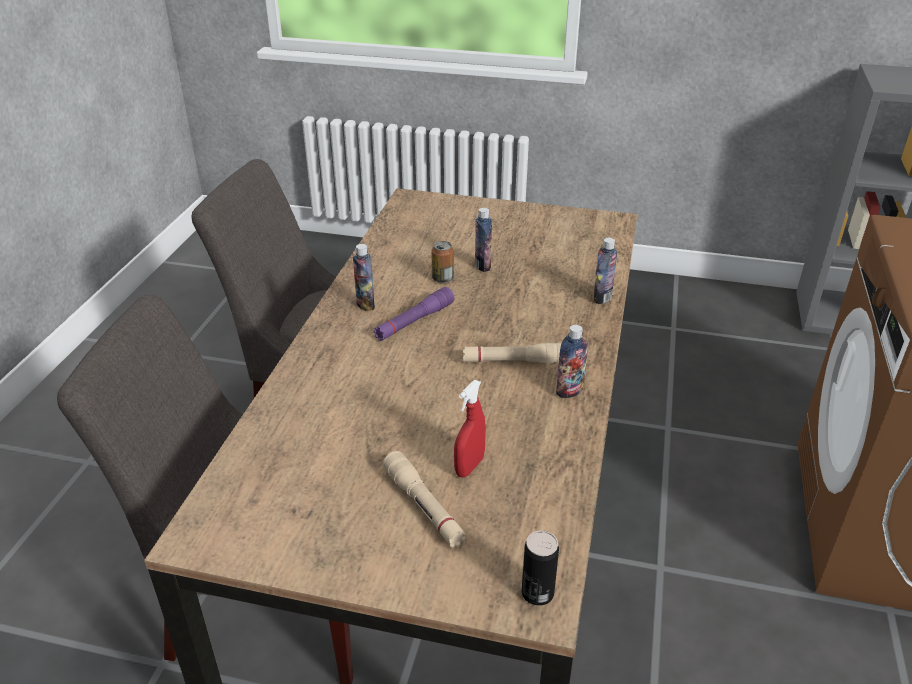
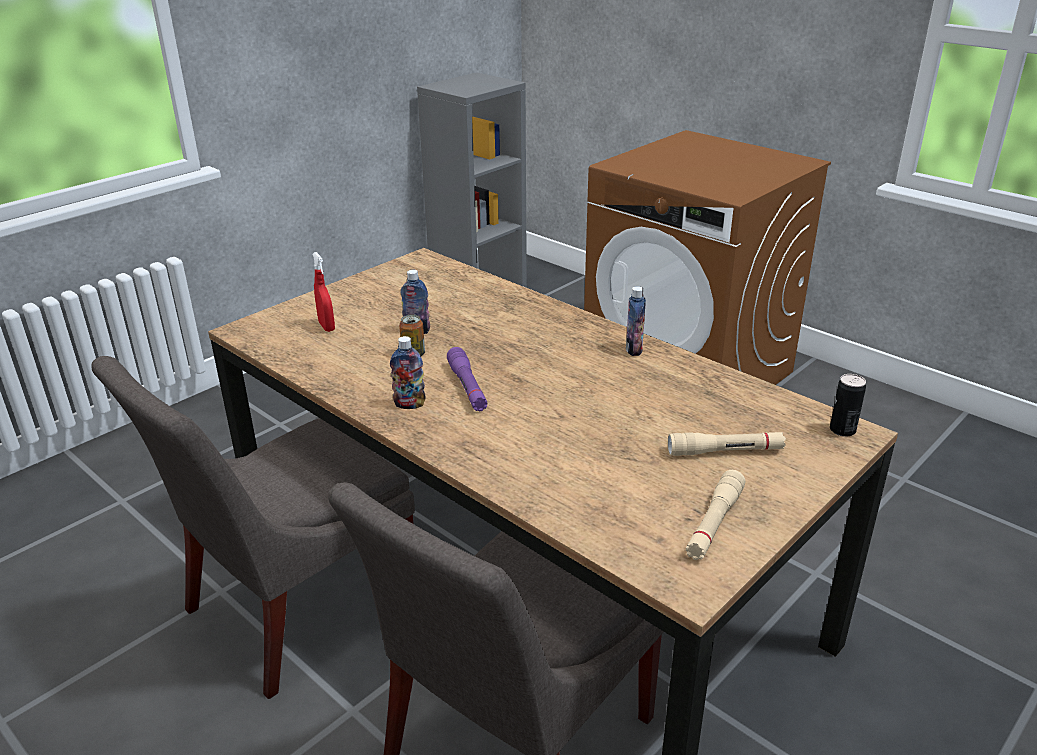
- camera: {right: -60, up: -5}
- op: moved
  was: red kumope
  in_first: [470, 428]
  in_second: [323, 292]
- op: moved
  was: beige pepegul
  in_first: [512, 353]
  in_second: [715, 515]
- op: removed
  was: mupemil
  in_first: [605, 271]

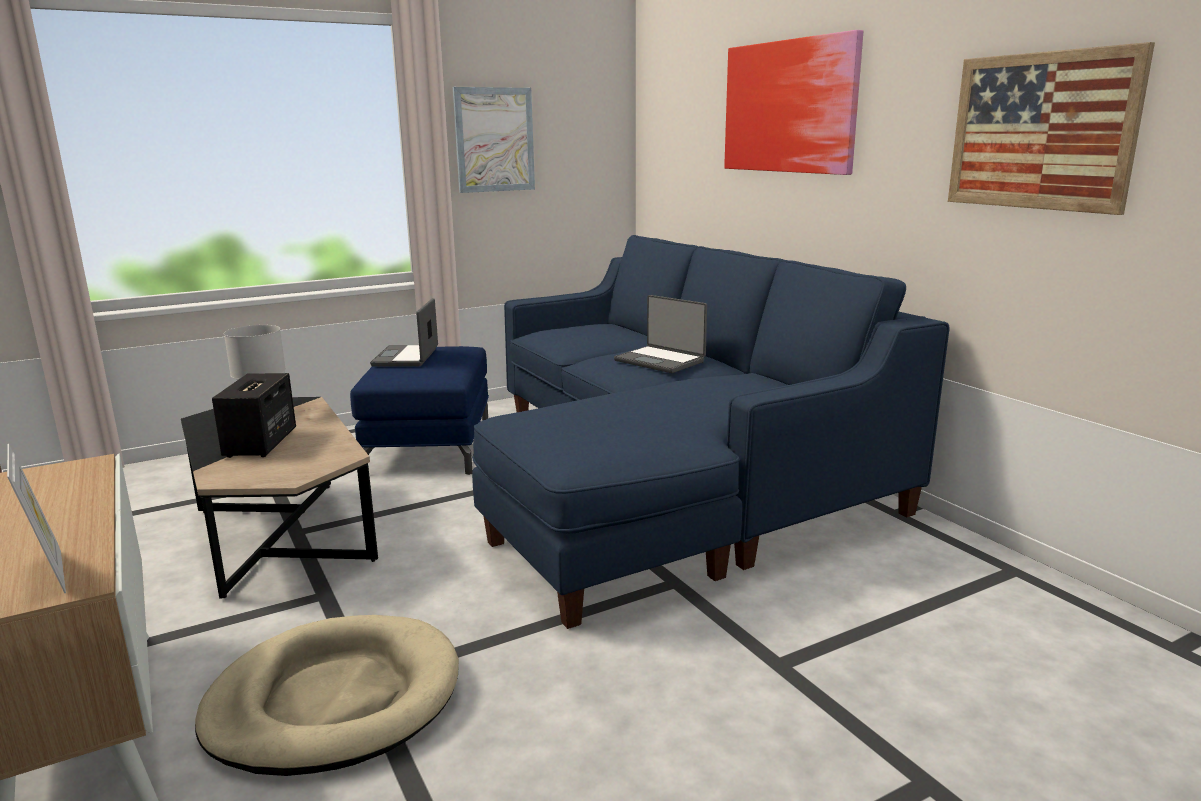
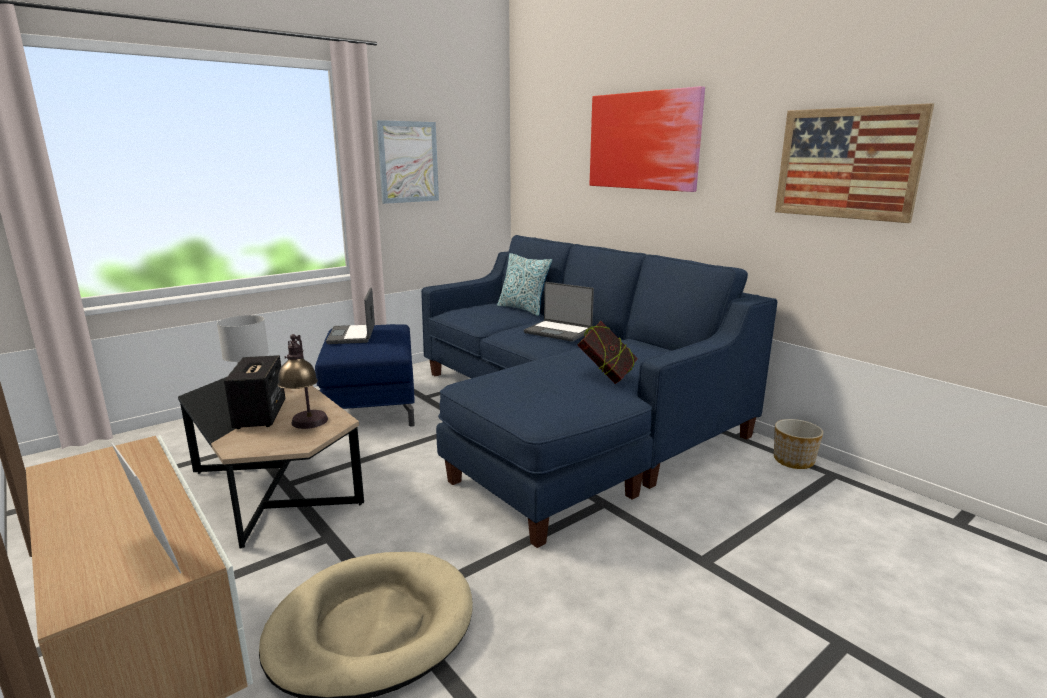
- camera: {right: -10, up: 0}
- op: added
  now: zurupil
  in_second: [302, 381]
- op: added
  now: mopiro
  in_second: [524, 284]
- op: added
  now: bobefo
  in_second: [607, 352]
- op: added
  now: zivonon
  in_second: [798, 444]

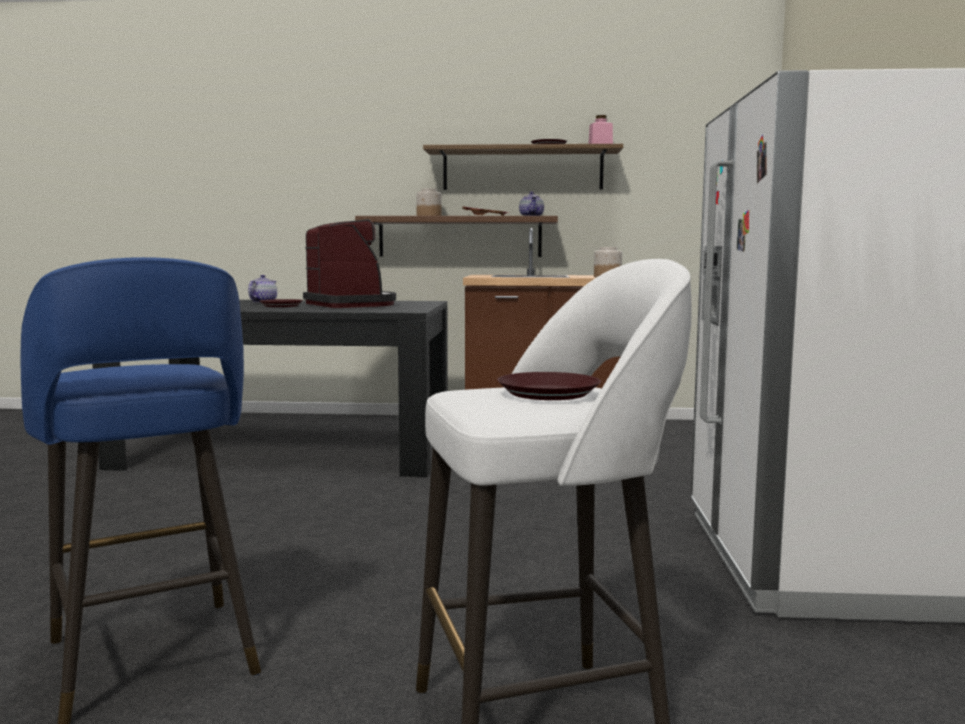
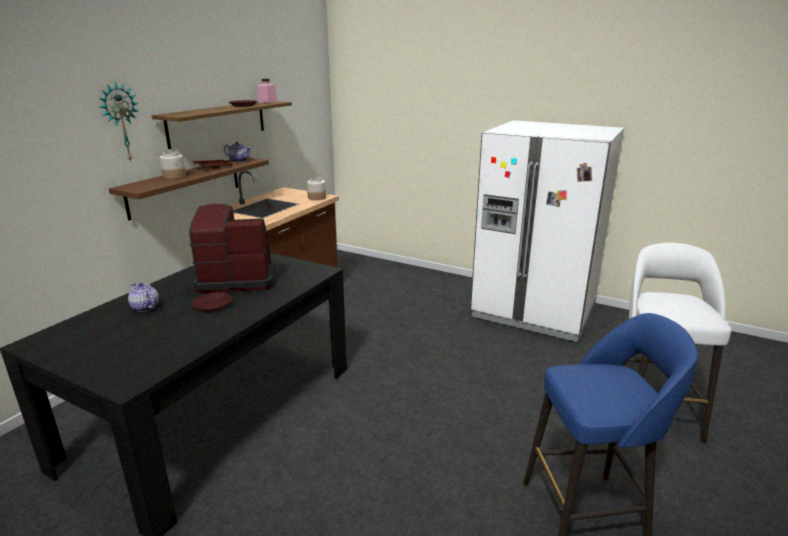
- camera: {right: -65, up: 15}
- op: added
  now: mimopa
  in_second: [119, 122]
- op: removed
  was: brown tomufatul
  in_first: [549, 386]

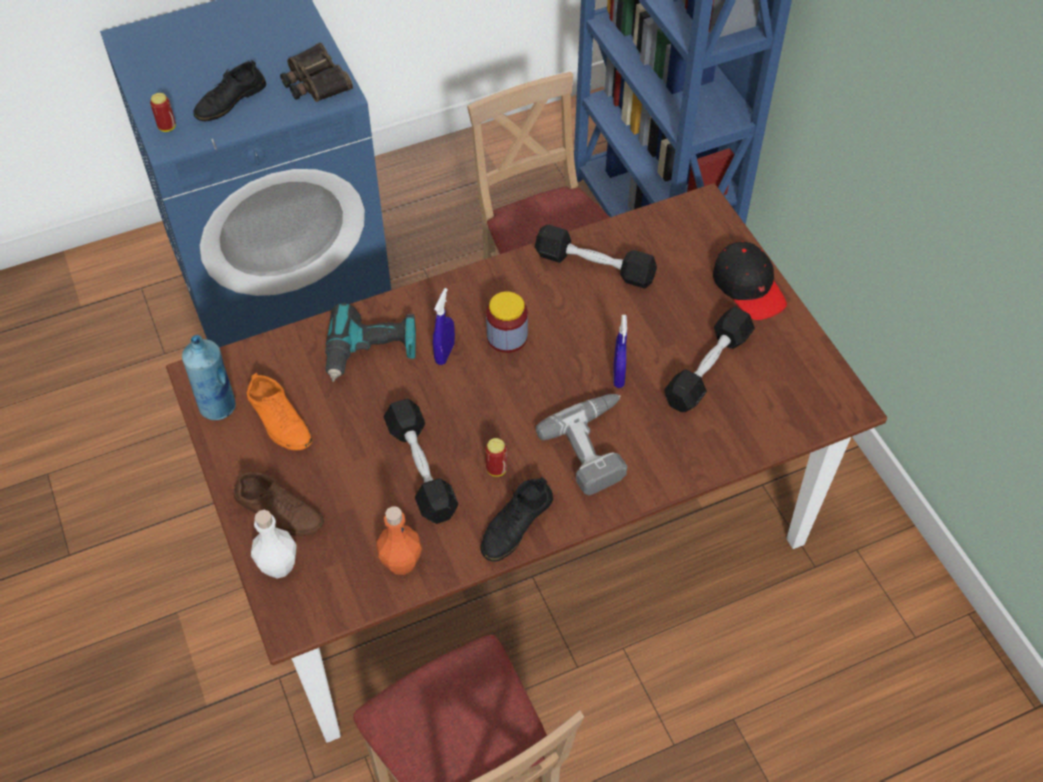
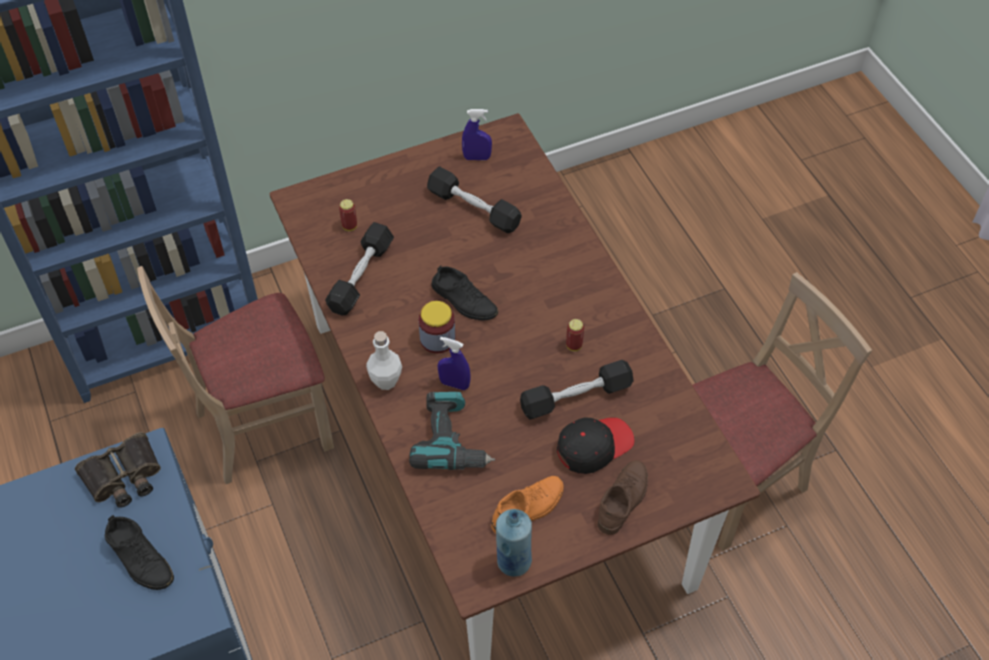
- camera: {right: -90, up: 0}
- op: moved
  was: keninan
  in_first: [163, 112]
  in_second: [348, 215]
- op: moved
  was: white mupemil
  in_first: [274, 544]
  in_second: [384, 360]
- op: moved
  was: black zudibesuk
  in_first: [516, 519]
  in_second: [465, 293]
- op: moved
  was: blue kumope
  in_first: [620, 351]
  in_second: [477, 134]
- op: moved
  was: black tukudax
  in_first: [750, 280]
  in_second: [595, 445]
- op: removed
  was: orange mupemil
  in_first: [399, 540]
- op: removed
  was: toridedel
  in_first: [581, 444]

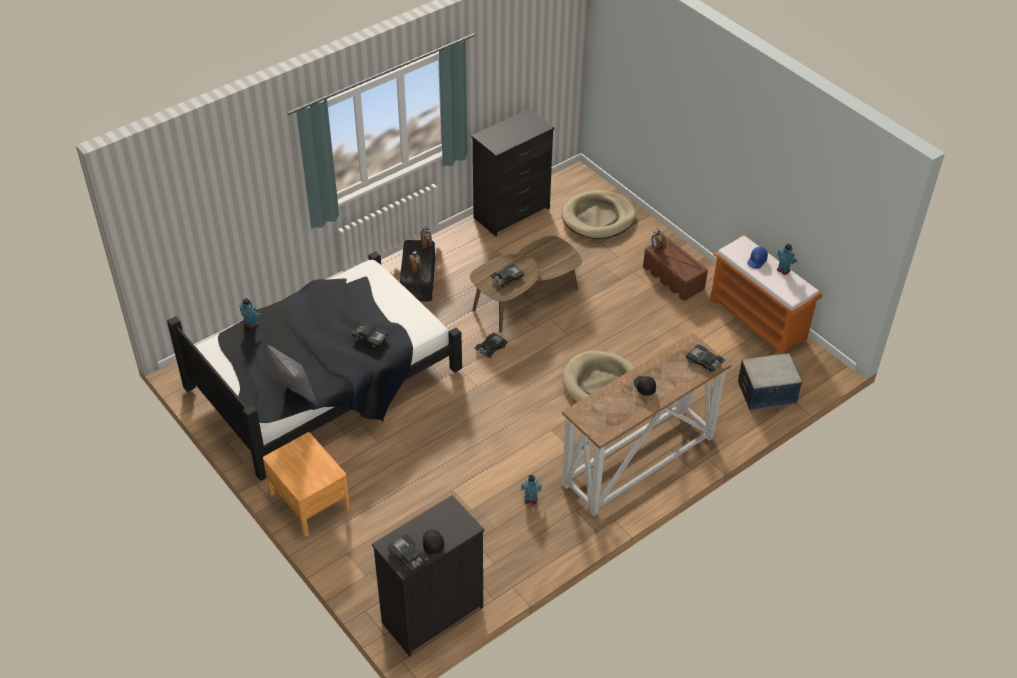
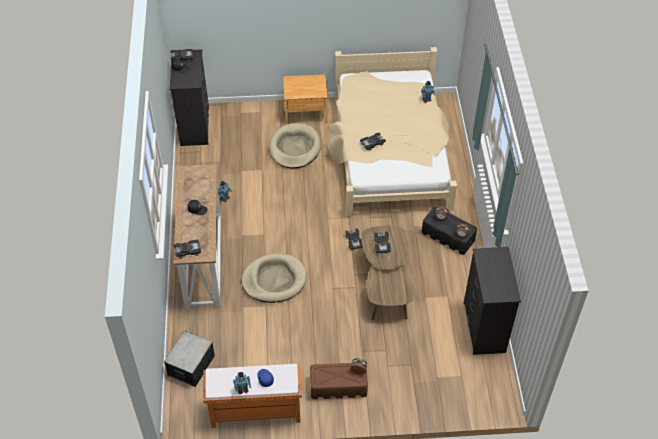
- camera: {right: 125, up: 5}
- op: moved
  was: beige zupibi
  in_first: [598, 214]
  in_second: [295, 146]
- op: recoloured
  was: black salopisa
  now: beige salopisa
  in_first: [314, 366]
  in_second: [392, 131]
- op: removed
  was: grey mopiro
  in_first: [292, 374]

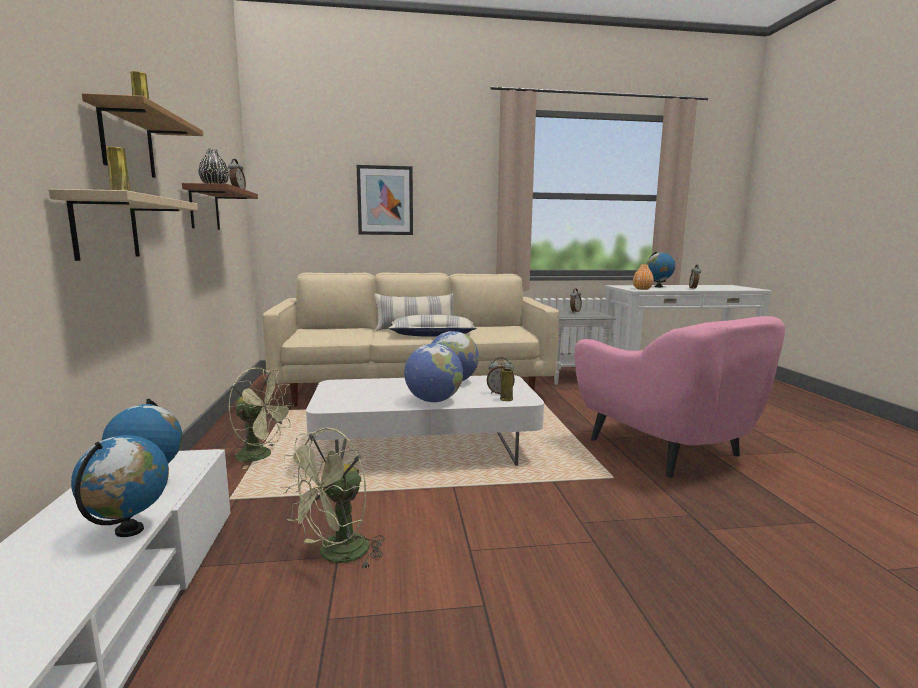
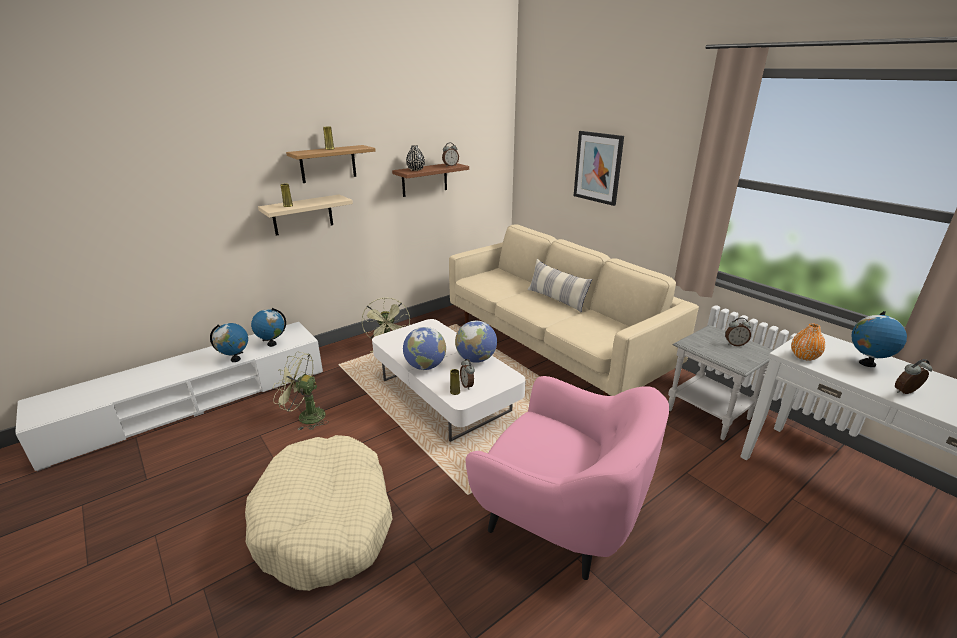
- camera: {right: 60, up: 15}
- op: added
  now: beige zupibi
  in_second: [319, 513]
- op: turned
  was: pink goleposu
  in_first: [679, 397]
  in_second: [567, 478]
  clockwise: -90
- op: removed
  was: mopiro
  in_first: [432, 325]

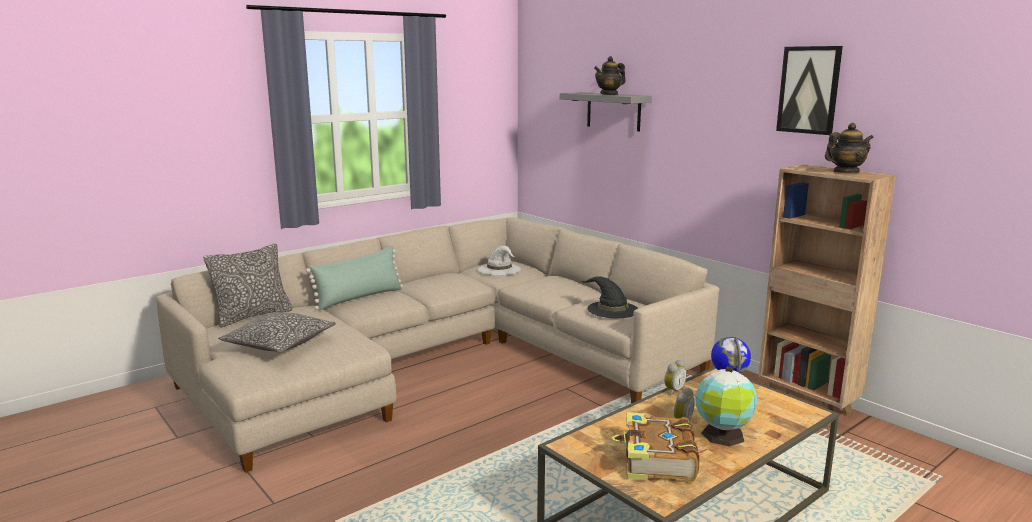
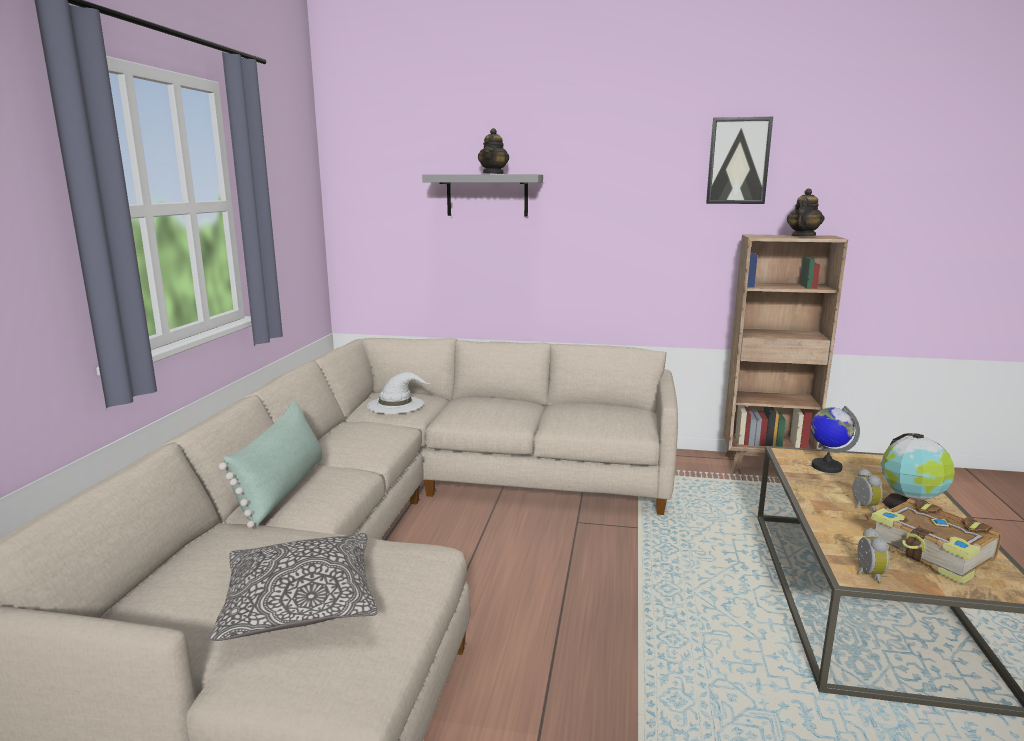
- camera: {right: -40, up: 0}
- op: moved
  was: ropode
  in_first: [675, 378]
  in_second: [872, 556]
- op: removed
  was: mopiro
  in_first: [248, 286]
- op: removed
  was: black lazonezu
  in_first: [609, 297]

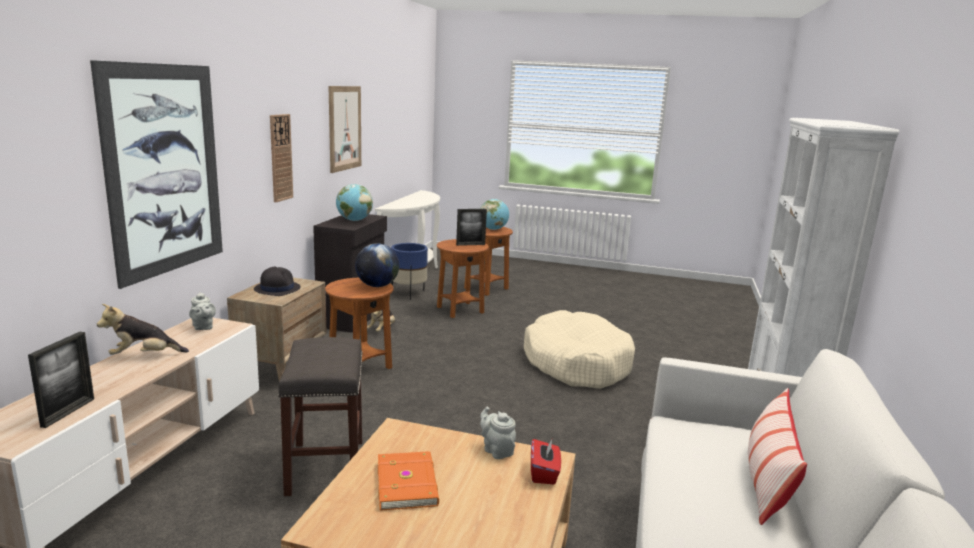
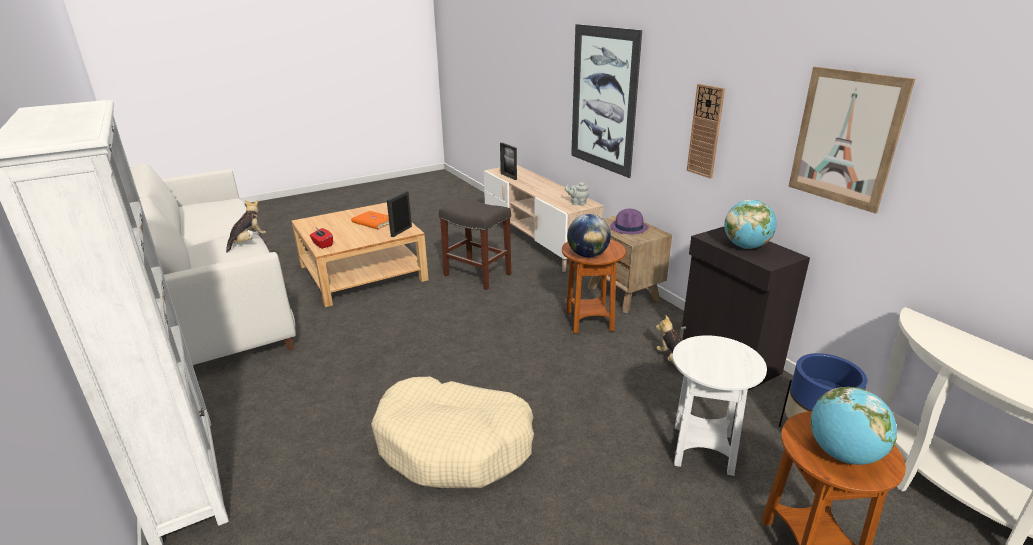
- camera: {right: 135, up: 10}
- op: moved
  was: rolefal
  in_first: [143, 329]
  in_second: [246, 226]
- op: moved
  was: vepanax
  in_first: [471, 227]
  in_second: [399, 214]
- op: recoloured
  was: black lazonezu
  now: purple lazonezu
  in_first: [277, 281]
  in_second: [629, 221]
- op: recoloured
  was: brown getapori
  now: white getapori
  in_first: [463, 278]
  in_second: [719, 405]
- op: removed
  was: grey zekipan
  in_first: [498, 433]
- op: removed
  was: mopiro
  in_first: [777, 456]

